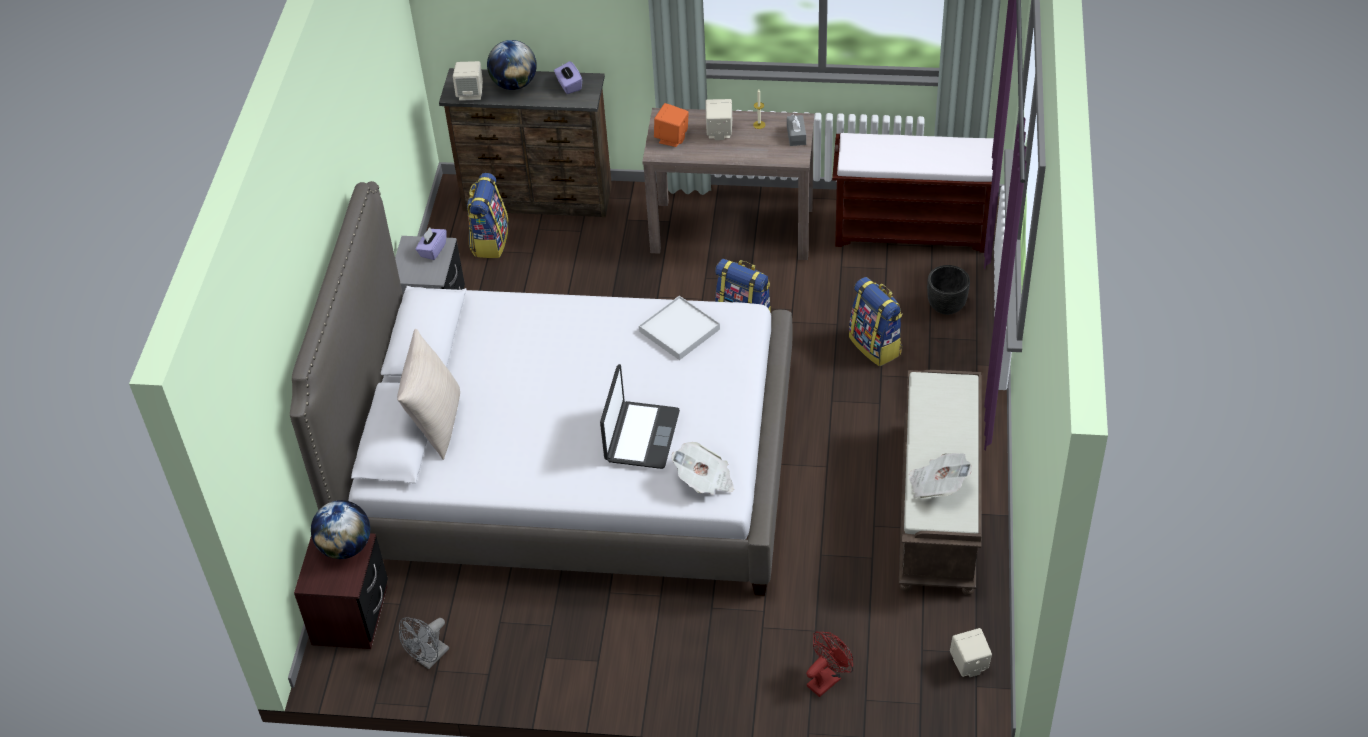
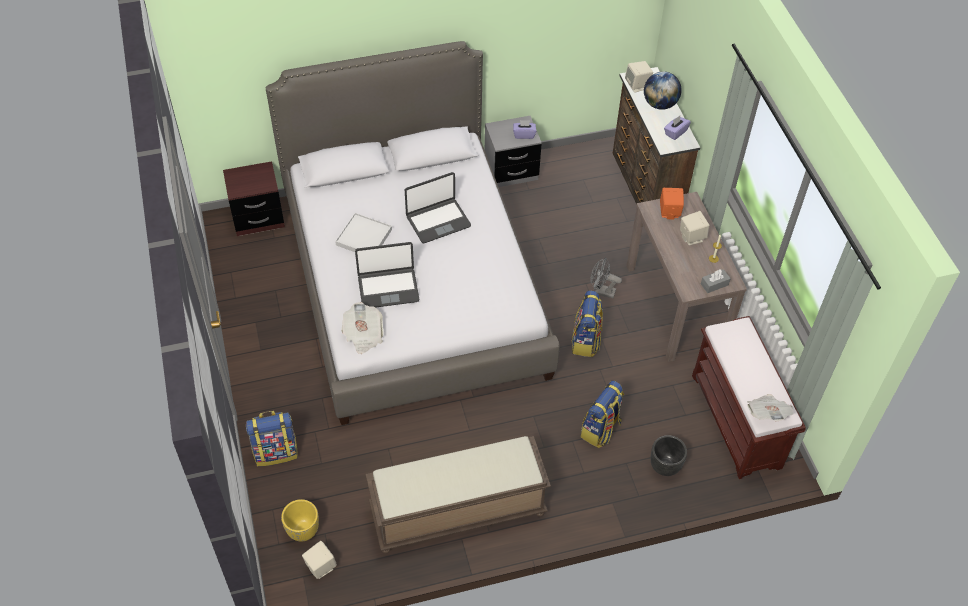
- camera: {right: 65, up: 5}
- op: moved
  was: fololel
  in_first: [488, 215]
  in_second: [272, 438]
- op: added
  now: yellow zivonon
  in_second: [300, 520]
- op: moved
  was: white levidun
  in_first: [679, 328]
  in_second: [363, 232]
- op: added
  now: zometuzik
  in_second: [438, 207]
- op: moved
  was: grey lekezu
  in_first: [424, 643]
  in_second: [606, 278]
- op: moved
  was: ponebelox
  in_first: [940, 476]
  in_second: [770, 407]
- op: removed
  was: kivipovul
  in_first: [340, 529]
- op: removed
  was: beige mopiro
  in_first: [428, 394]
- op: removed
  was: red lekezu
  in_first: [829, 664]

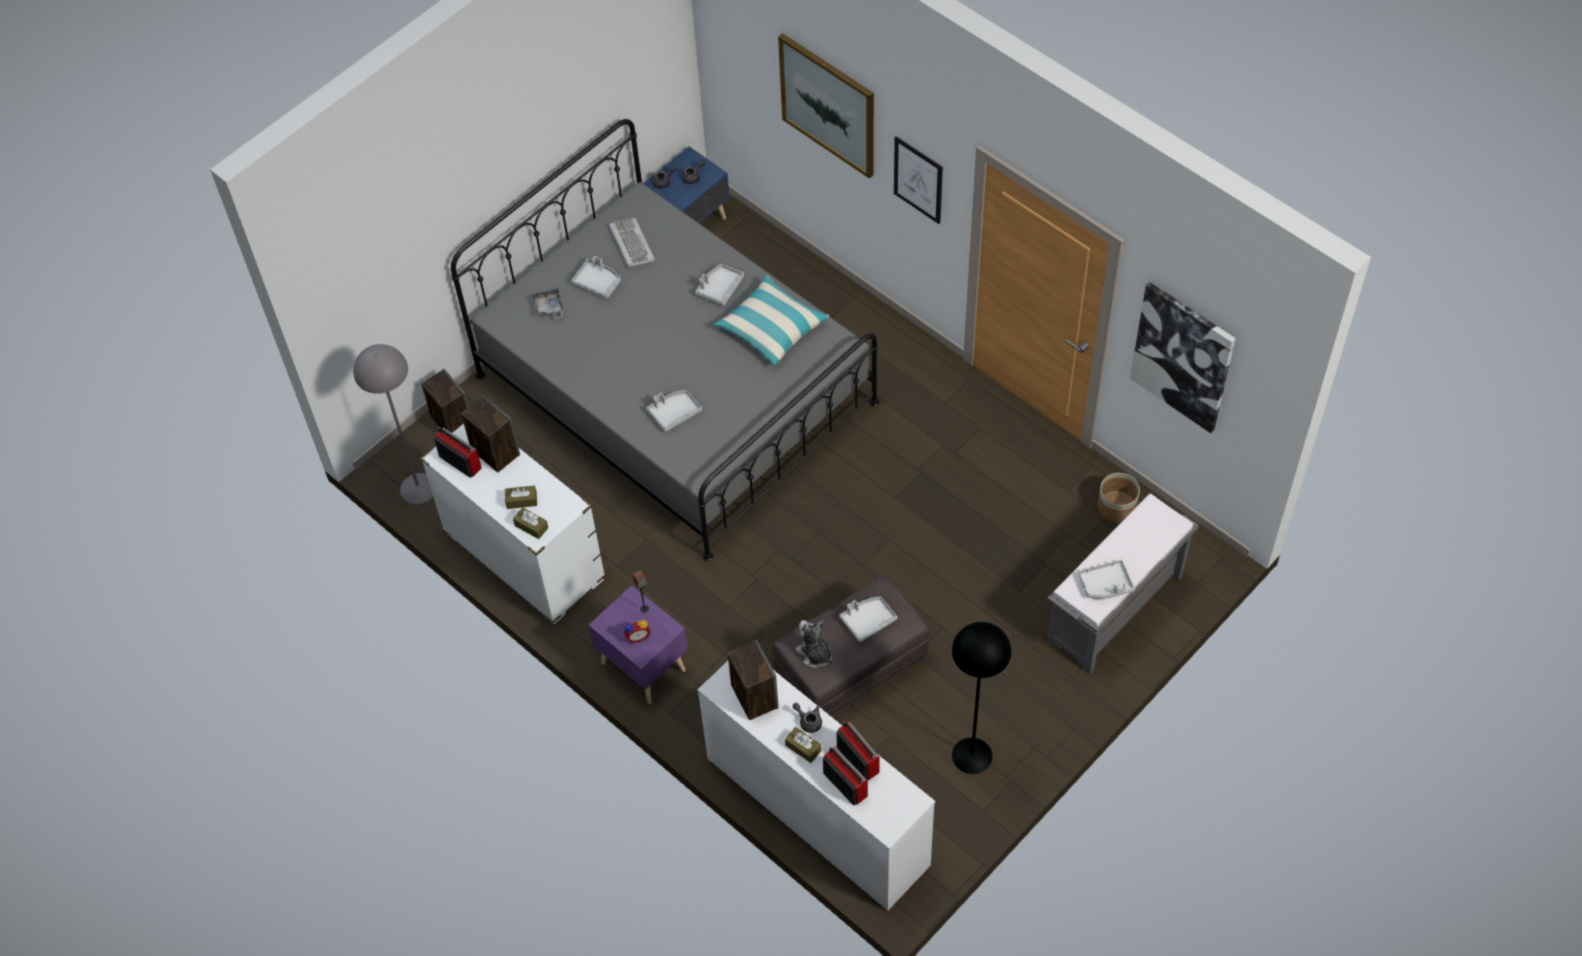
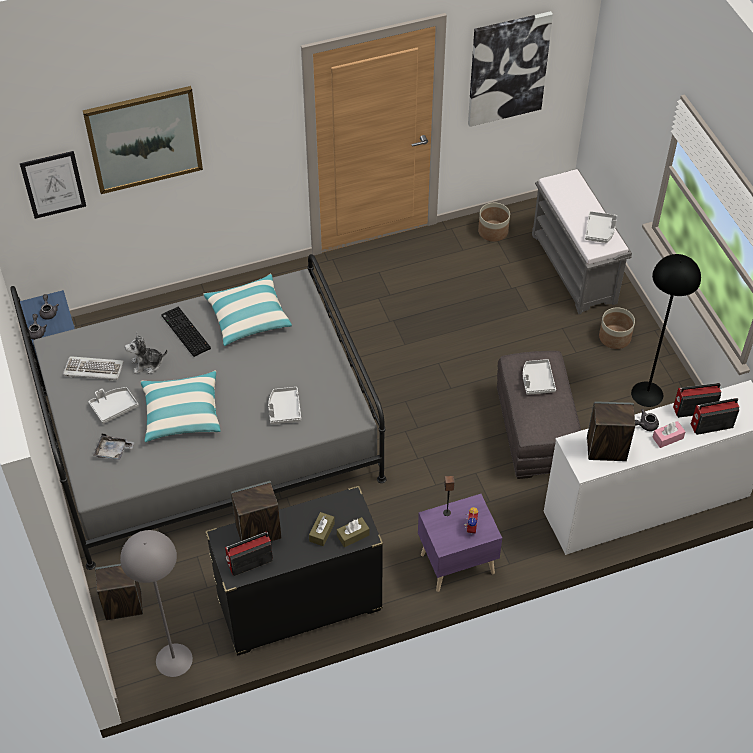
- camera: {right: -65, up: -5}
- op: moved
  was: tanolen
  in_first: [918, 180]
  in_second: [53, 185]
- op: moved
  was: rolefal
  in_first: [814, 644]
  in_second: [146, 353]
- op: added
  now: mopiro
  in_second: [180, 406]
- op: replaced
  was: grey levidun
  now: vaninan
  in_first: [719, 285]
  in_second: [186, 332]
- op: recoloured
  was: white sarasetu
  now: black sarasetu
  in_first: [513, 524]
  in_second: [294, 571]
- op: added
  now: zivonon
  in_second: [617, 328]
- op: recoloured
  was: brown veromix
  now: pink veromix
  in_first: [803, 745]
  in_second: [669, 434]

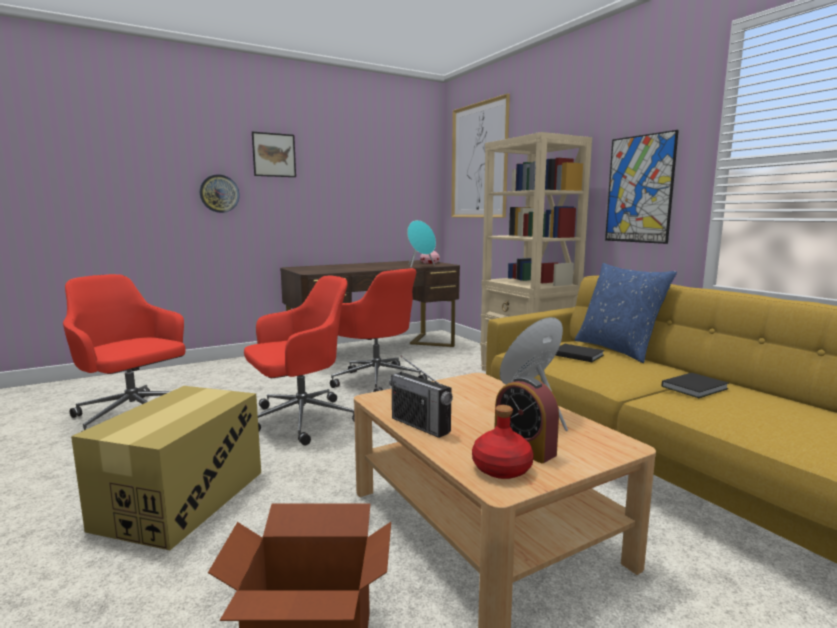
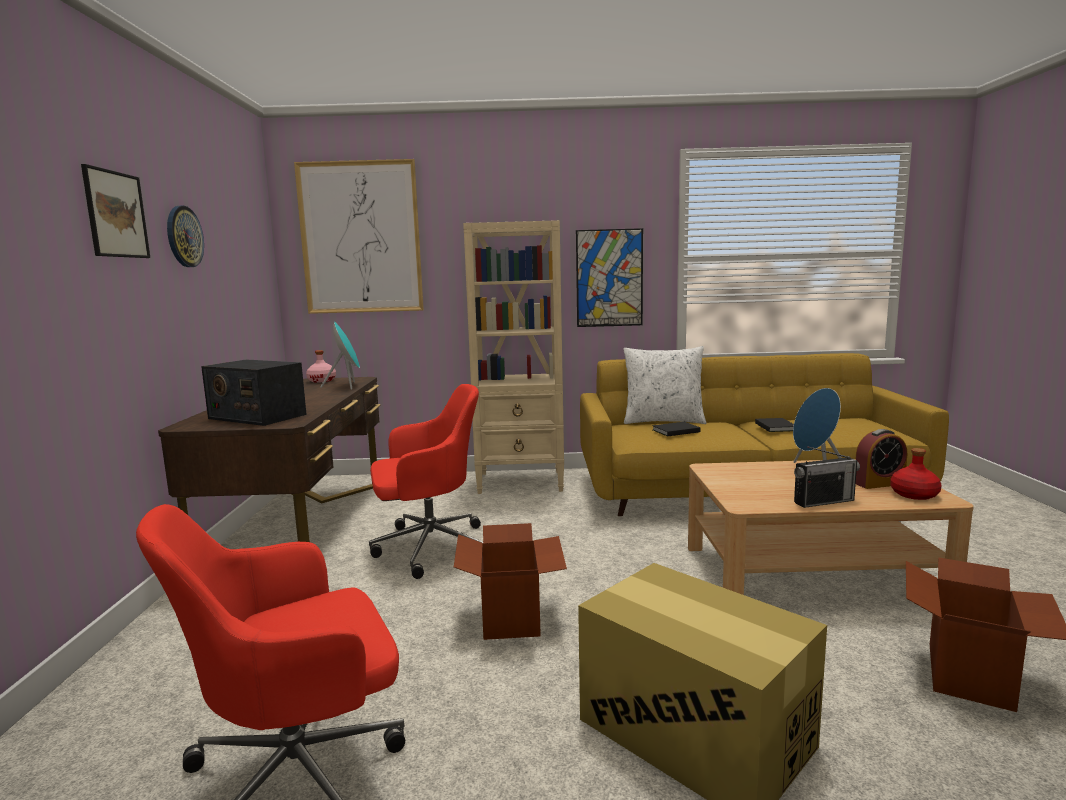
- camera: {right: -60, up: 0}
- op: moved
  was: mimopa
  in_first: [220, 193]
  in_second: [185, 236]
- op: added
  now: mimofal
  in_second: [254, 392]
- op: replaced
  was: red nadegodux
  now: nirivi
  in_first: [299, 361]
  in_second: [510, 581]
- op: recoloured
  was: blue mopiro
  now: white mopiro
  in_first: [626, 313]
  in_second: [665, 385]

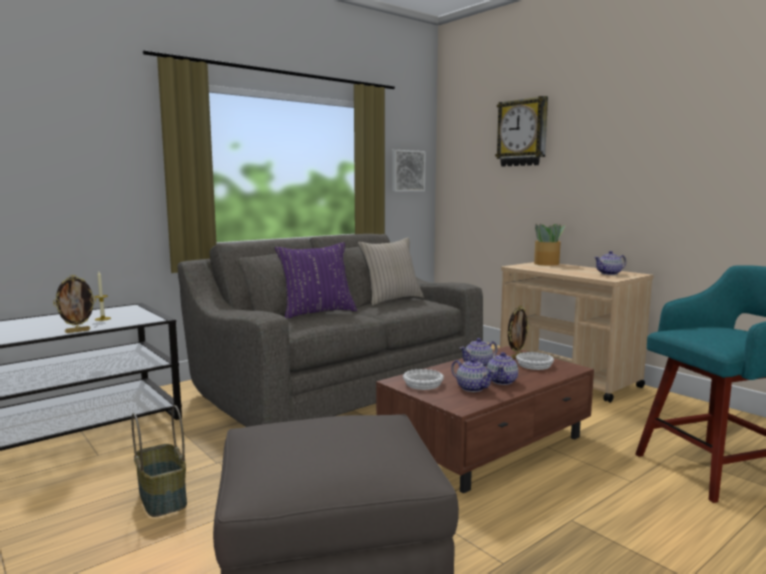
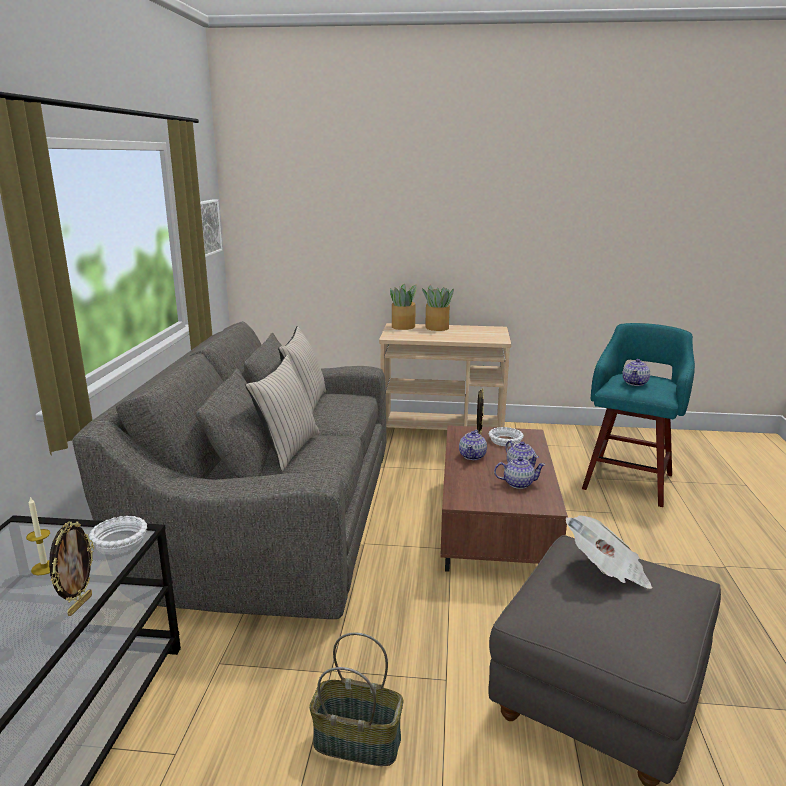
- camera: {right: -45, up: 10}
- op: moved
  was: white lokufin
  in_first: [423, 379]
  in_second: [118, 534]
- op: recoloured
  was: purple mopiro
  now: beige mopiro
  in_first: [316, 280]
  in_second: [282, 413]
- op: added
  now: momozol
  in_second: [438, 308]
- op: added
  now: ponebelox
  in_second: [609, 552]
- op: moved
  was: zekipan
  in_first: [610, 263]
  in_second: [636, 372]
- op: removed
  was: mimopa
  in_first: [521, 131]

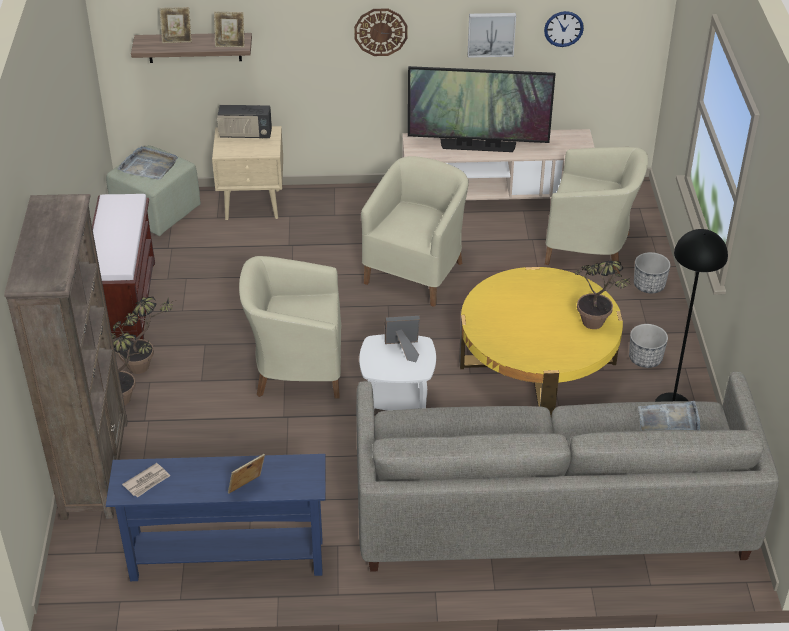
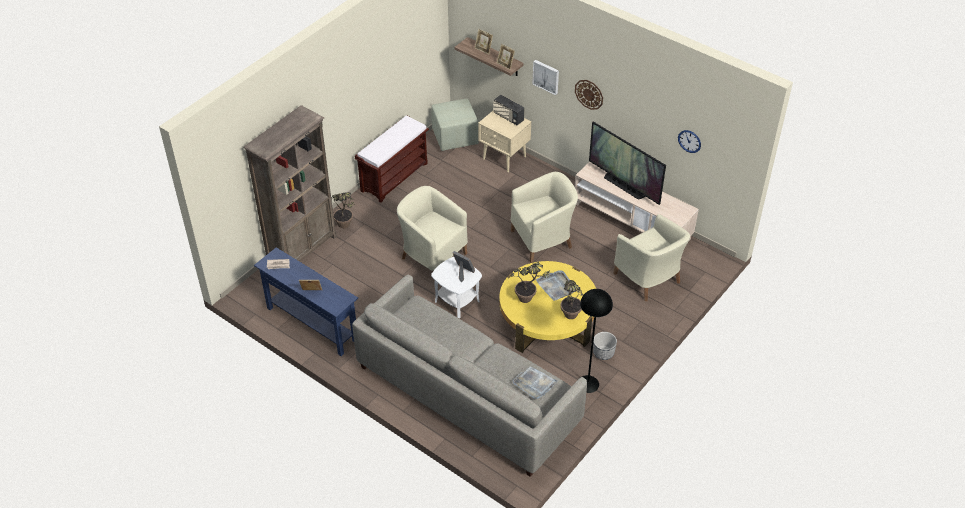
- camera: {right: 40, up: 5}
- op: moved
  was: momozol
  in_first: [143, 335]
  in_second: [530, 282]
- op: moved
  was: tanolen
  in_first: [492, 35]
  in_second: [545, 77]
- op: moved
  was: grey levidun
  in_first: [148, 163]
  in_second: [556, 285]
- op: removed
  was: zivonon
  in_first: [652, 272]

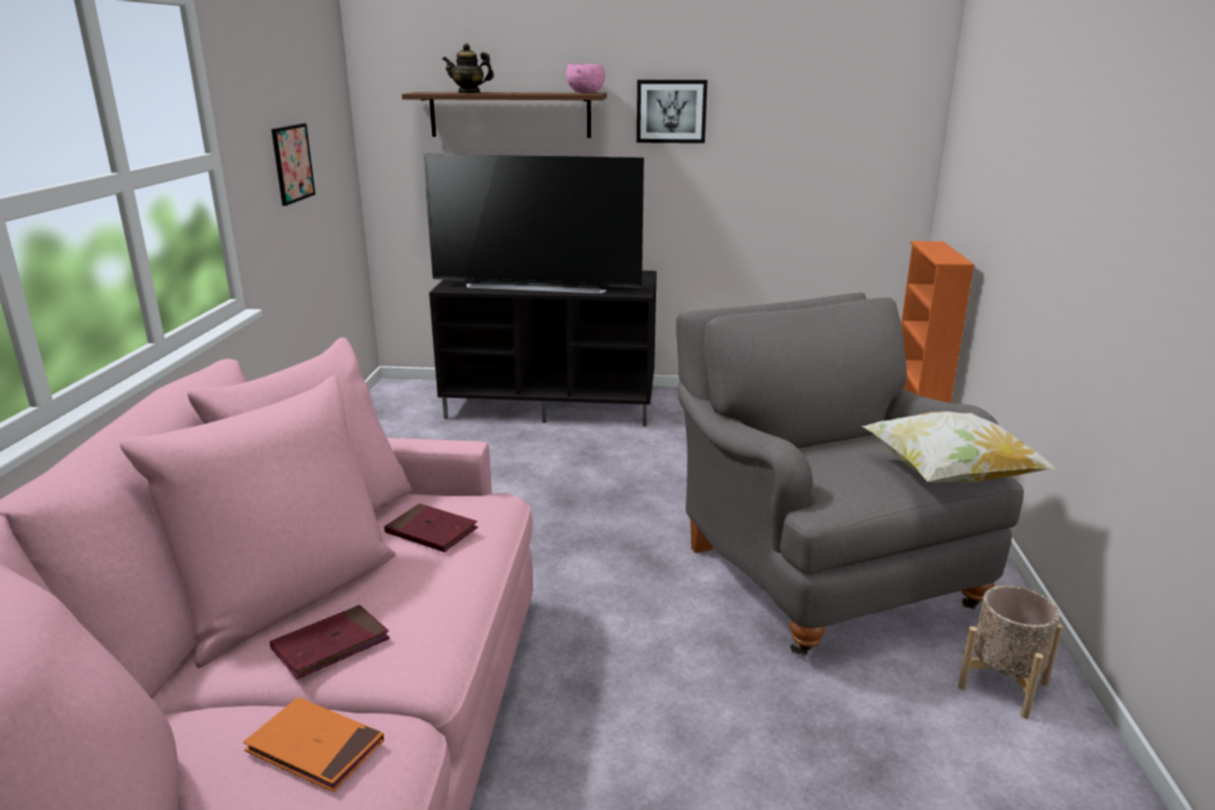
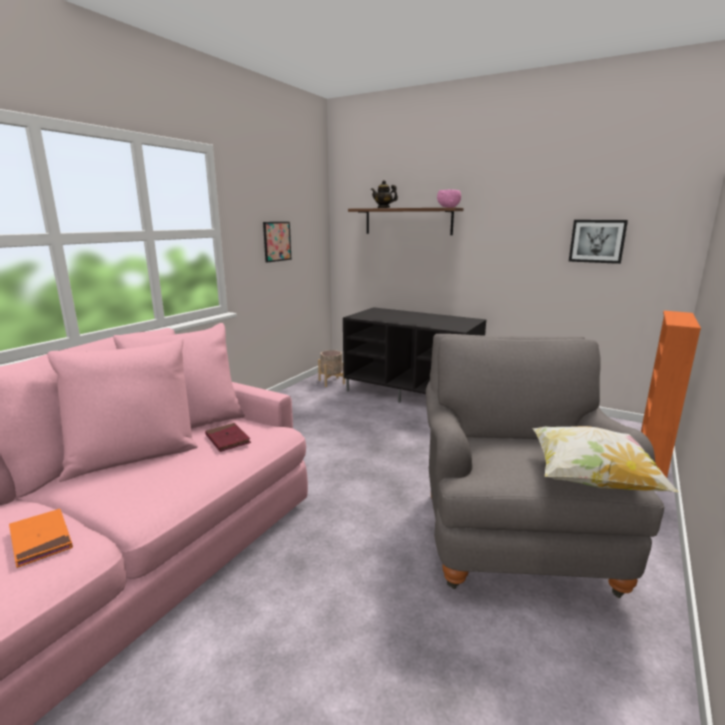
- camera: {right: 25, up: -5}
- op: moved
  was: beige zivonon
  in_first: [1010, 652]
  in_second: [331, 368]
- op: moved
  was: tanolen
  in_first: [672, 111]
  in_second: [598, 242]
- op: removed
  was: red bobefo
  in_first: [330, 642]
- op: removed
  was: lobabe
  in_first: [533, 223]

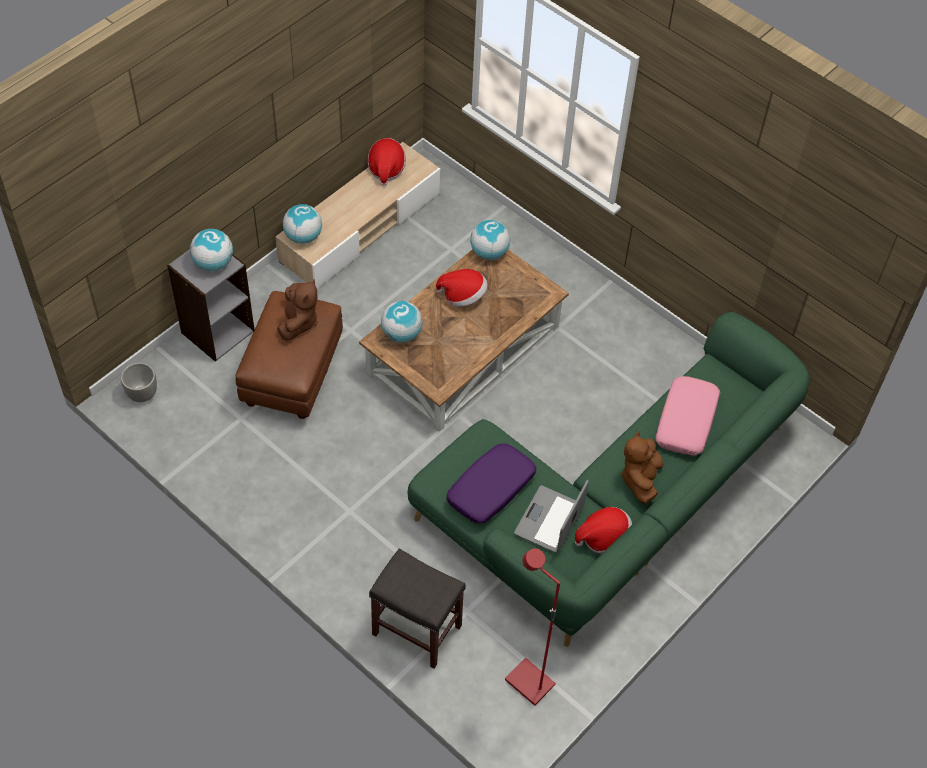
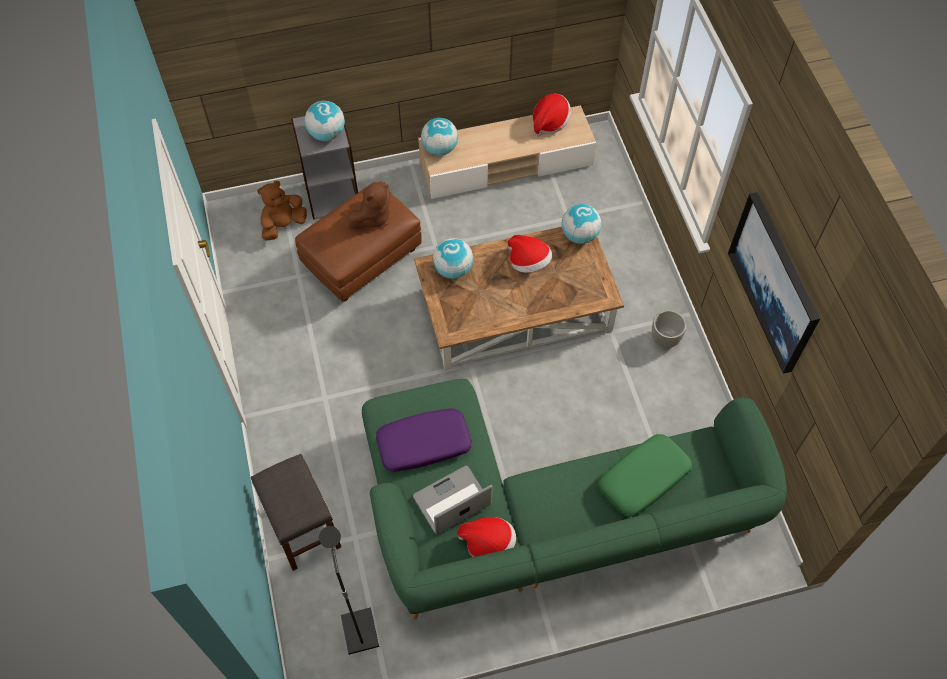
- camera: {right: 35, up: 5}
- op: moved
  was: brown rolefal
  in_first: [642, 468]
  in_second: [282, 210]
- op: recoloured
  was: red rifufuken
  now: black rifufuken
  in_first: [532, 627]
  in_second: [349, 590]
- op: recoloured
  was: pink mopiro
  now: green mopiro
  in_first: [687, 415]
  in_second: [645, 475]
- op: moved
  was: zivonon
  in_first: [139, 382]
  in_second: [669, 329]
- op: added
  now: tanolen
  in_second: [774, 283]

